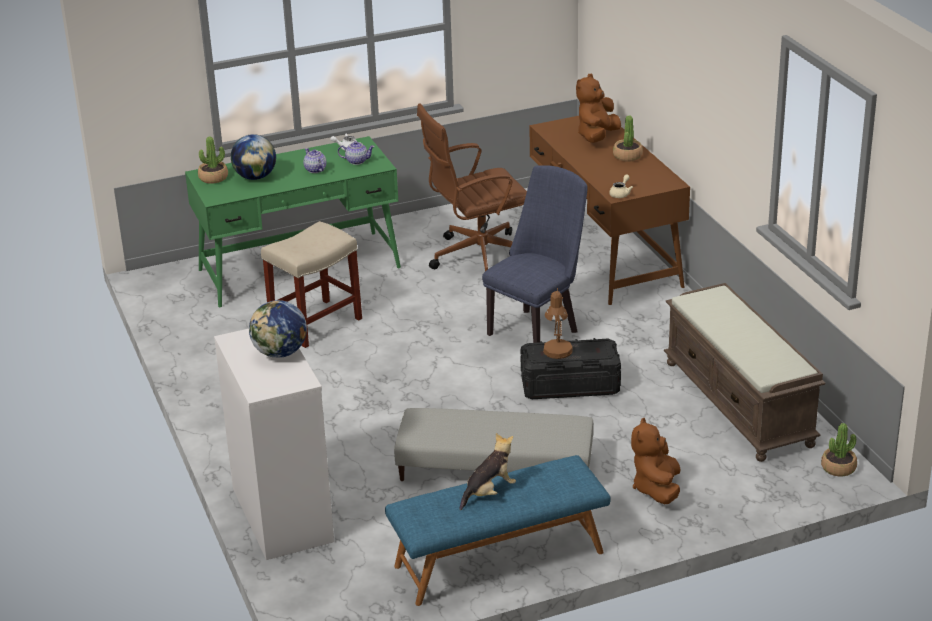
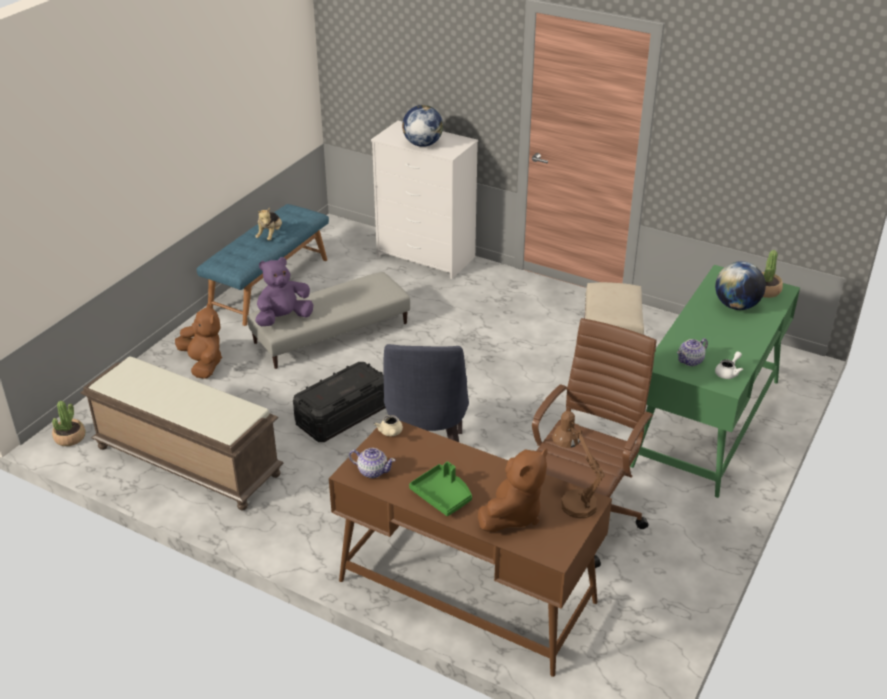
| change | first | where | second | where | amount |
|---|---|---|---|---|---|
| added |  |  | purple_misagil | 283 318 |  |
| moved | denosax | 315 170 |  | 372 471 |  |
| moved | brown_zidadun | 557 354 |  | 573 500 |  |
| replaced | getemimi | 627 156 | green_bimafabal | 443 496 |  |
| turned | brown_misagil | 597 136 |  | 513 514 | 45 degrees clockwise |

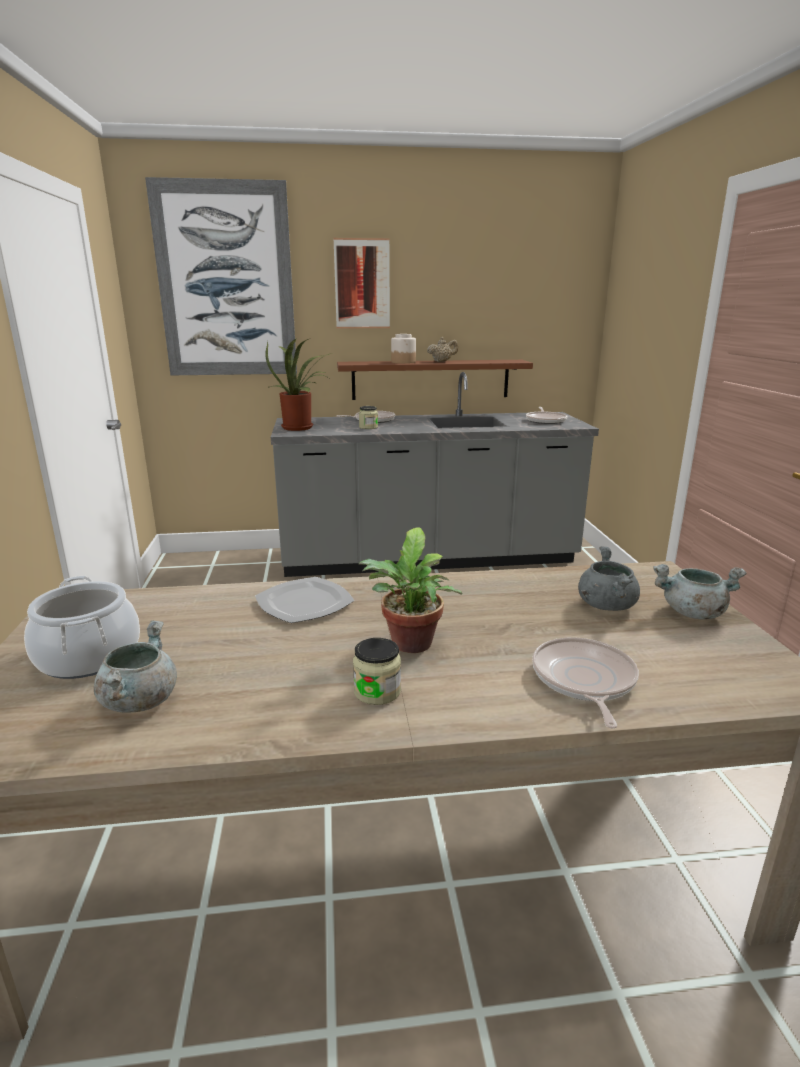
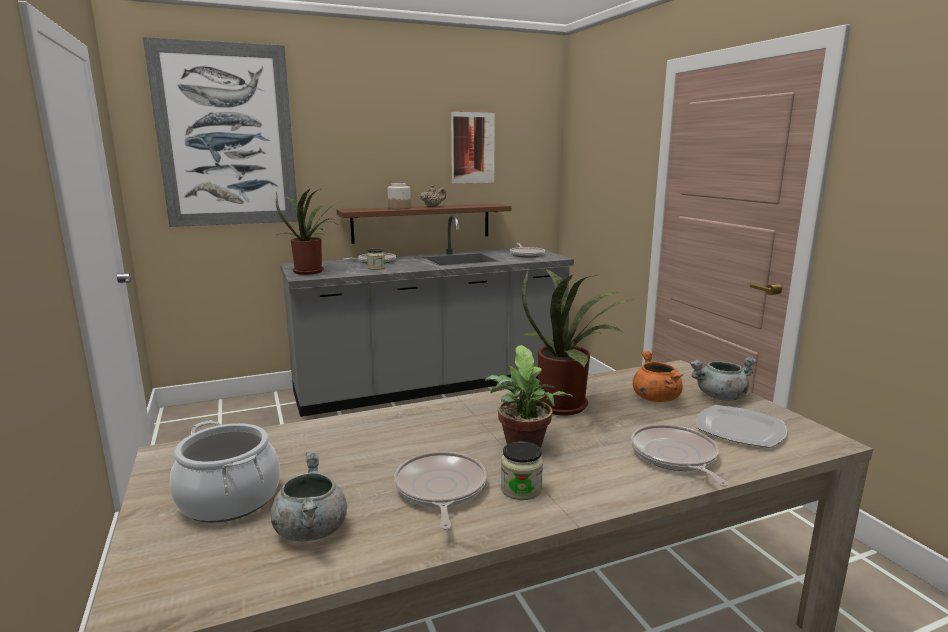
| change | first | where | second | where | amount |
|---|---|---|---|---|---|
| added |  |  | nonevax | 440 490 |  |
| added |  |  | getemimi | 567 405 |  |
| moved | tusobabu | 304 602 |  | 739 429 |  |
| moved | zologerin | 362 284 |  | 472 148 |  |
| recoloured | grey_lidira | 606 605 | orange_lidira | 655 398 |  |

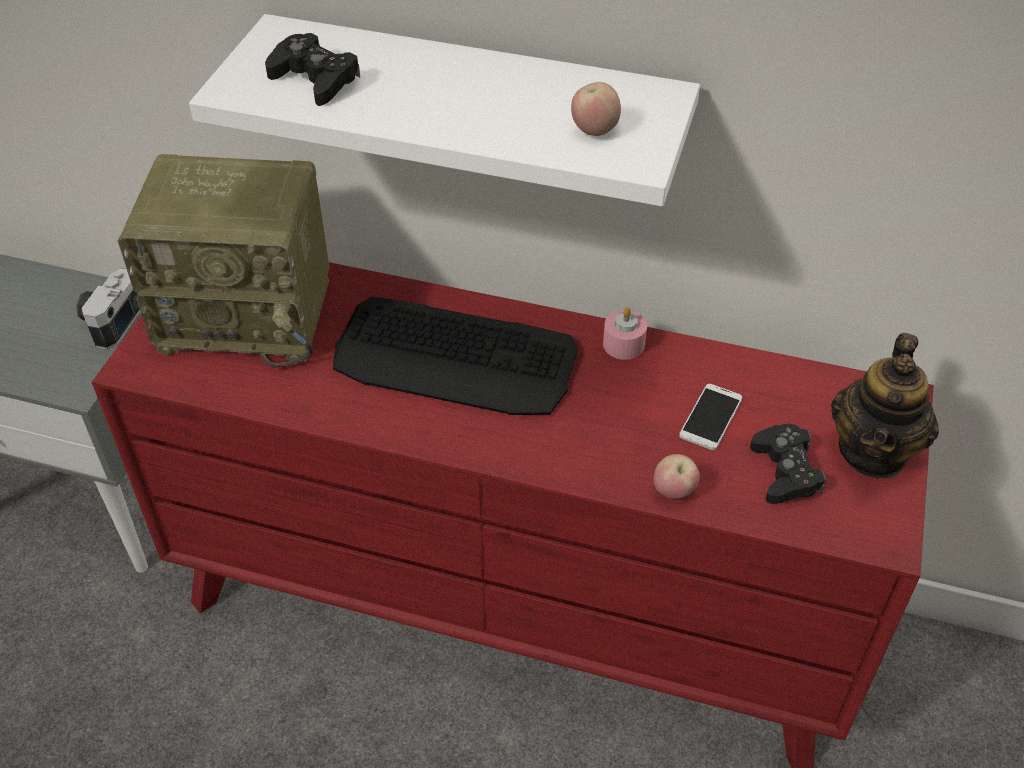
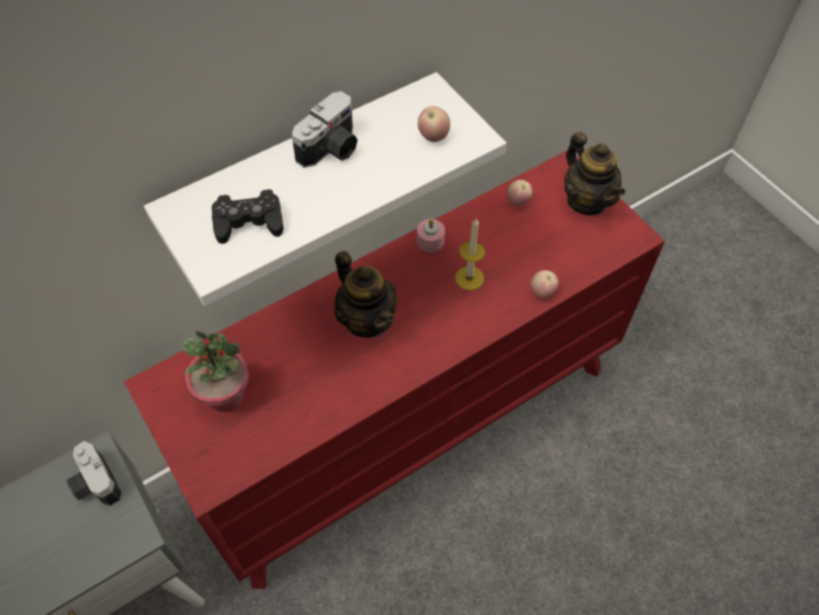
| change | first | where | second | where | amount |
|---|---|---|---|---|---|
| removed | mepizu | 710 417 |  |  |  |
| removed | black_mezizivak | 785 471 |  |  |  |
| added |  |  | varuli | 332 149 |  |
| added |  |  | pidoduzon | 469 278 |  |
| added |  |  | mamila | 518 201 |  |
| replaced | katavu | 249 313 | getemimi | 226 396 |  |
| replaced | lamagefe | 455 359 | denosax | 367 319 |  |

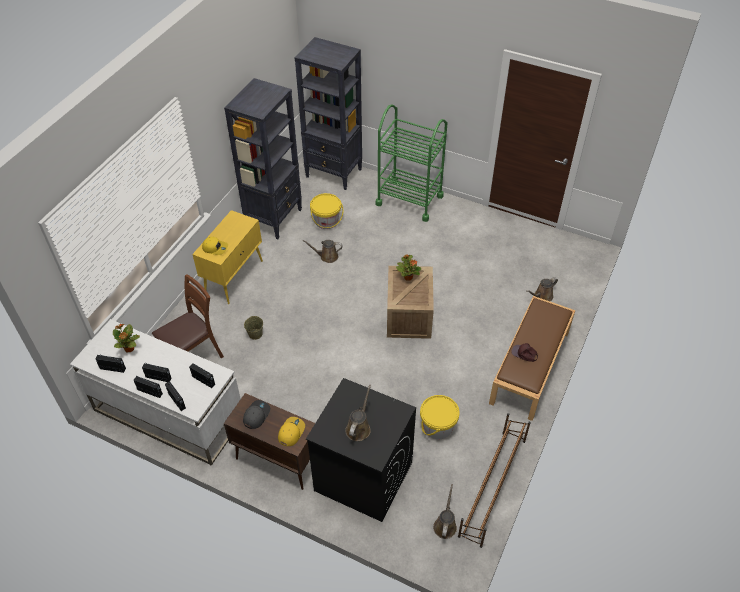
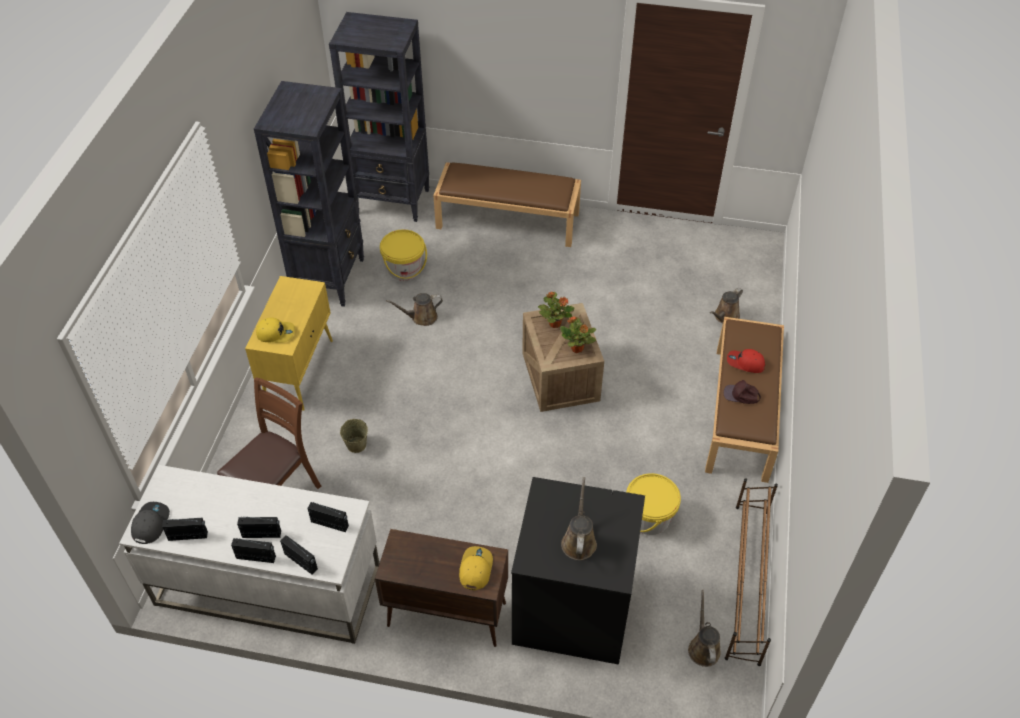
| change | first | where | second | where | amount |
|---|---|---|---|---|---|
| added |  |  | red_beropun | 745 363 |  |
| moved | getemimi | 129 349 |  | 577 349 |  |
| moved | grey_beropun | 256 415 |  | 150 524 |  |
| replaced | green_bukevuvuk | 409 200 | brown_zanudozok | 508 220 |  |

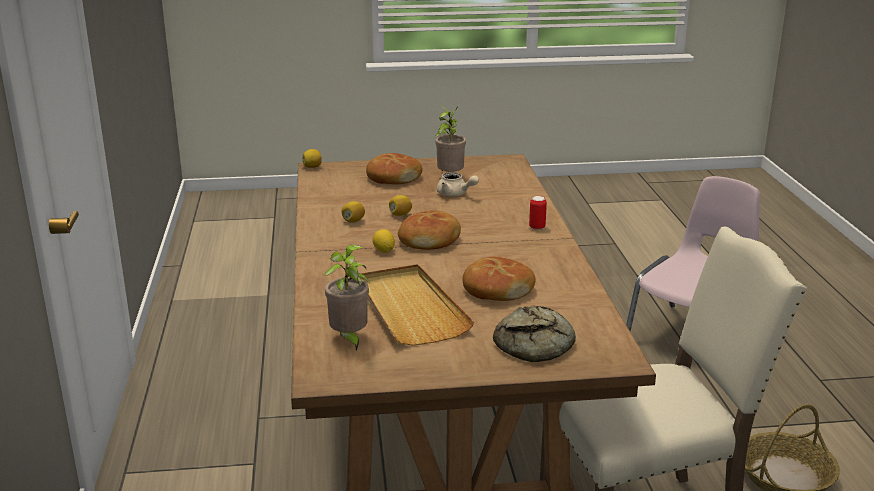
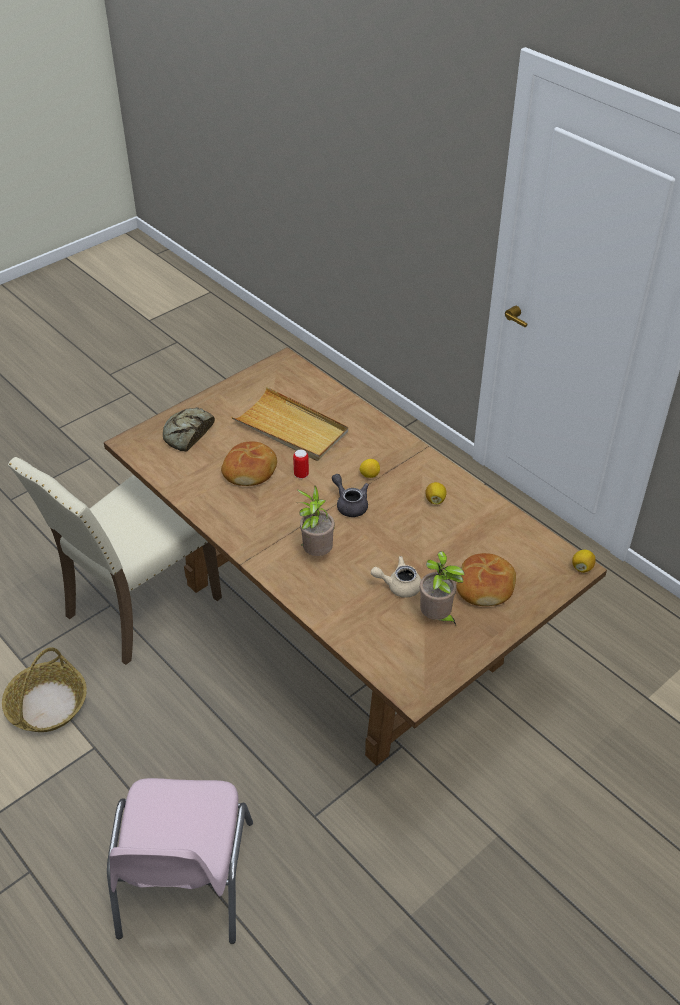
| change | first | where | second | where | amount |
|---|---|---|---|---|---|
| removed | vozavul | 400 214 |  |  |  |
| moved | getemimi | 349 339 |  | 316 553 |  |
| moved | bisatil | 537 227 |  | 301 474 |  |
| replaced | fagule | 430 240 | grey_denosax | 350 504 |  |

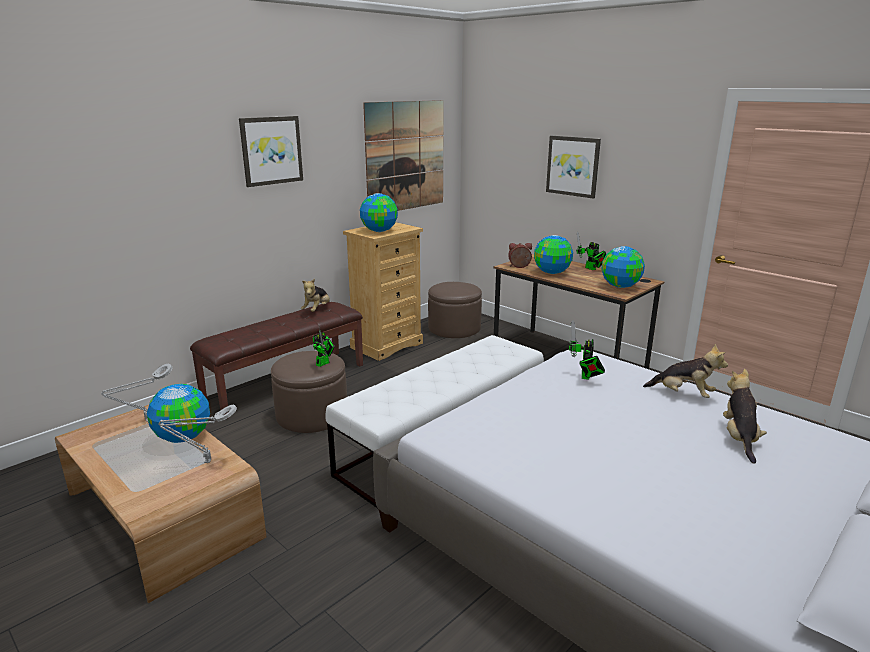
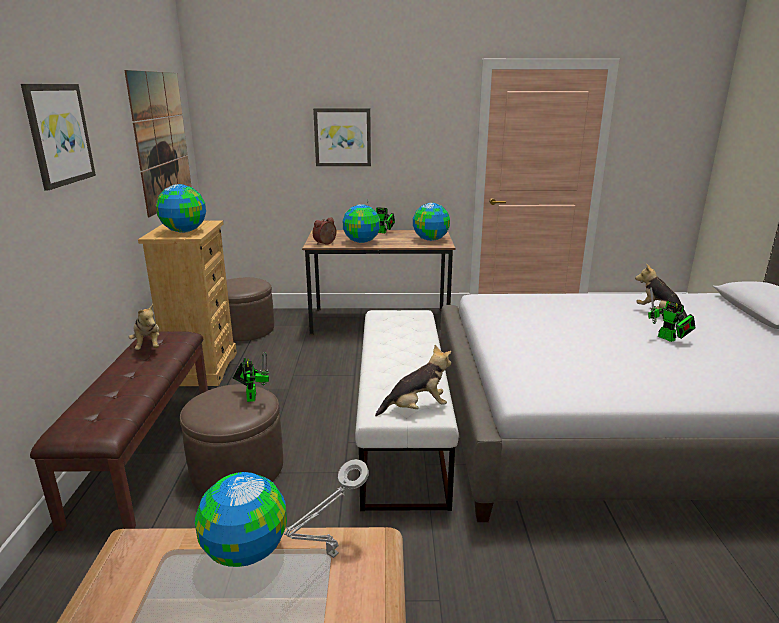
| change | first | where | second | where | amount |
|---|---|---|---|---|---|
| removed | grey_zidadun | 146 421 |  |  |  |
| moved | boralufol | 585 377 |  | 669 339 |  |
| moved | misagil | 683 394 |  | 416 408 |  |

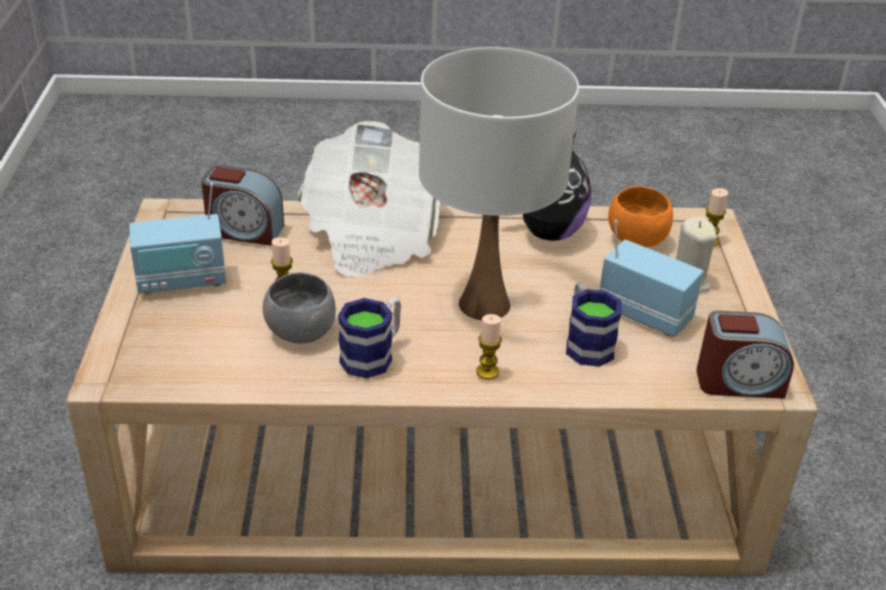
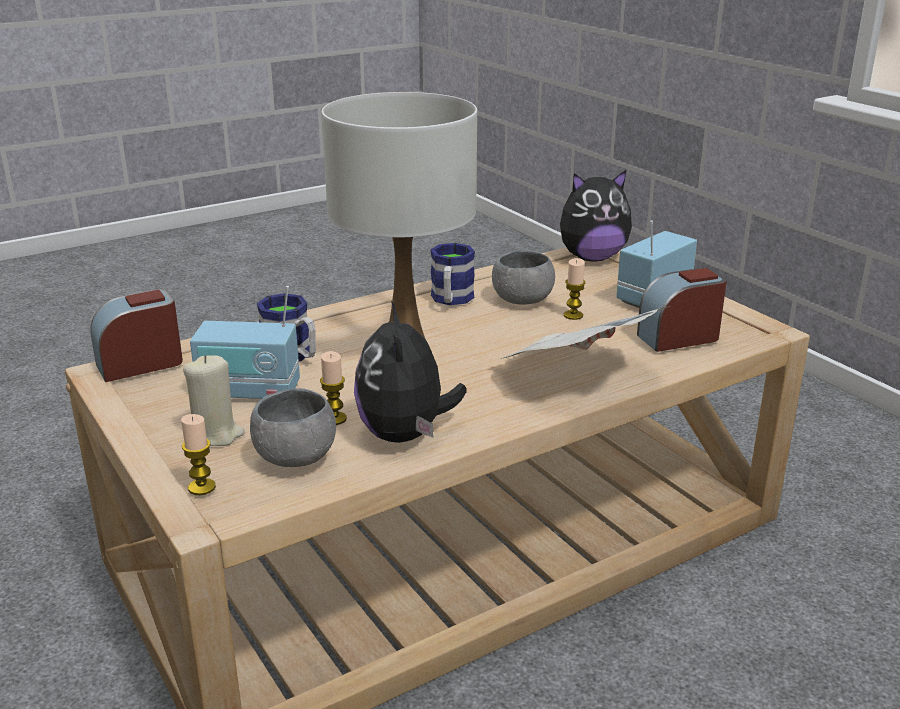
| change | first | where | second | where | amount |
|---|---|---|---|---|---|
| added |  |  | misagil | 591 257 |  |
| moved | pidoduzon | 487 372 |  | 334 419 |  |
| recoloured | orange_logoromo | 636 239 | grey_logoromo | 295 457 |  |

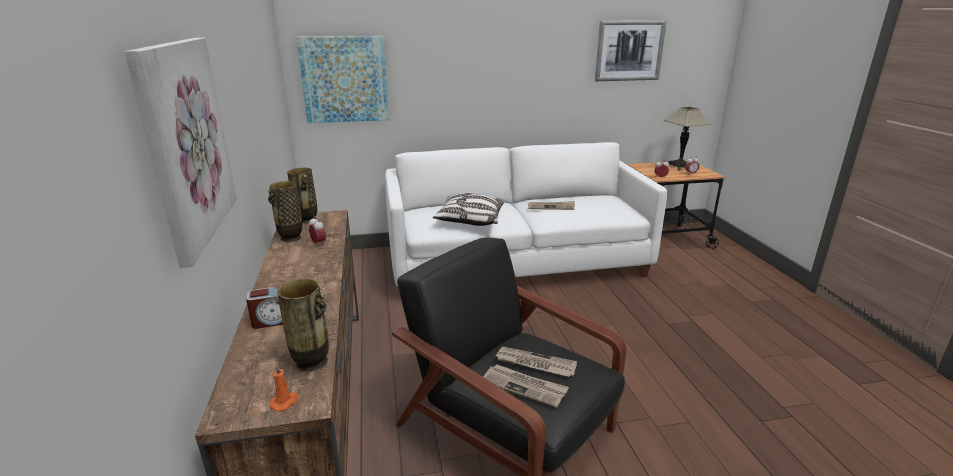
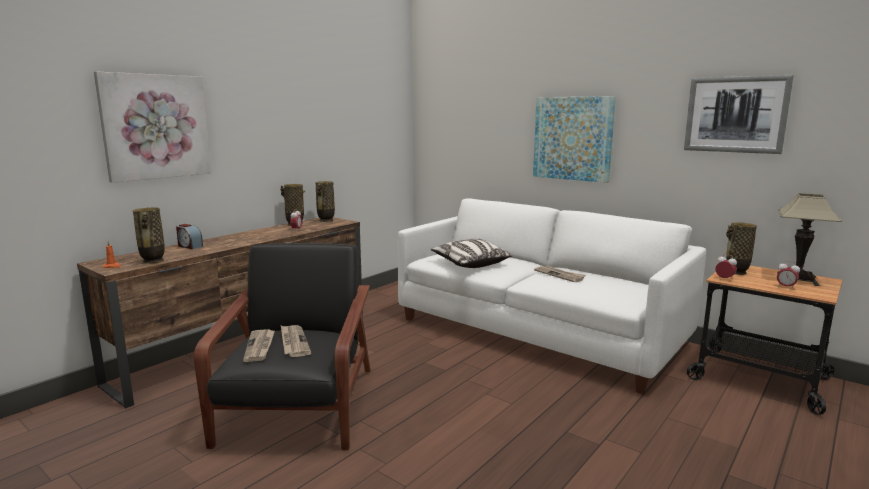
| change | first | where | second | where | amount |
|---|---|---|---|---|---|
| added |  |  | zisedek | 736 272 |  |
| moved | zologerin | 344 79 |  | 573 138 |  |

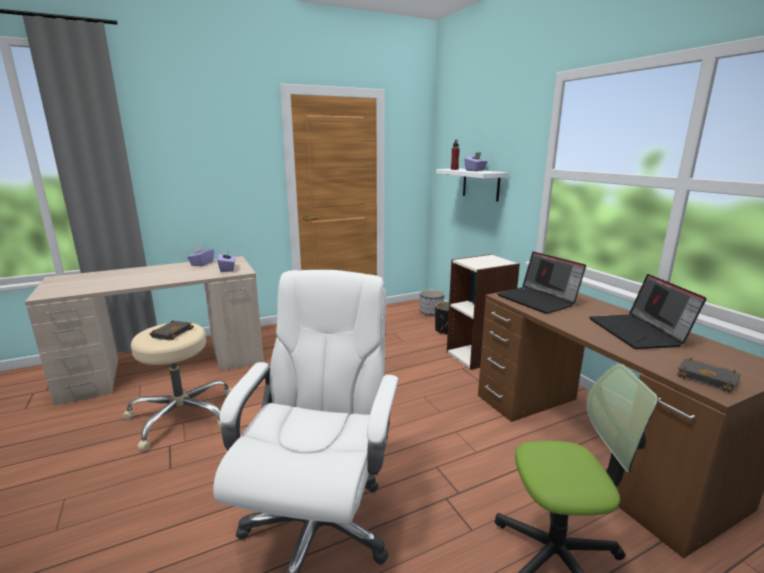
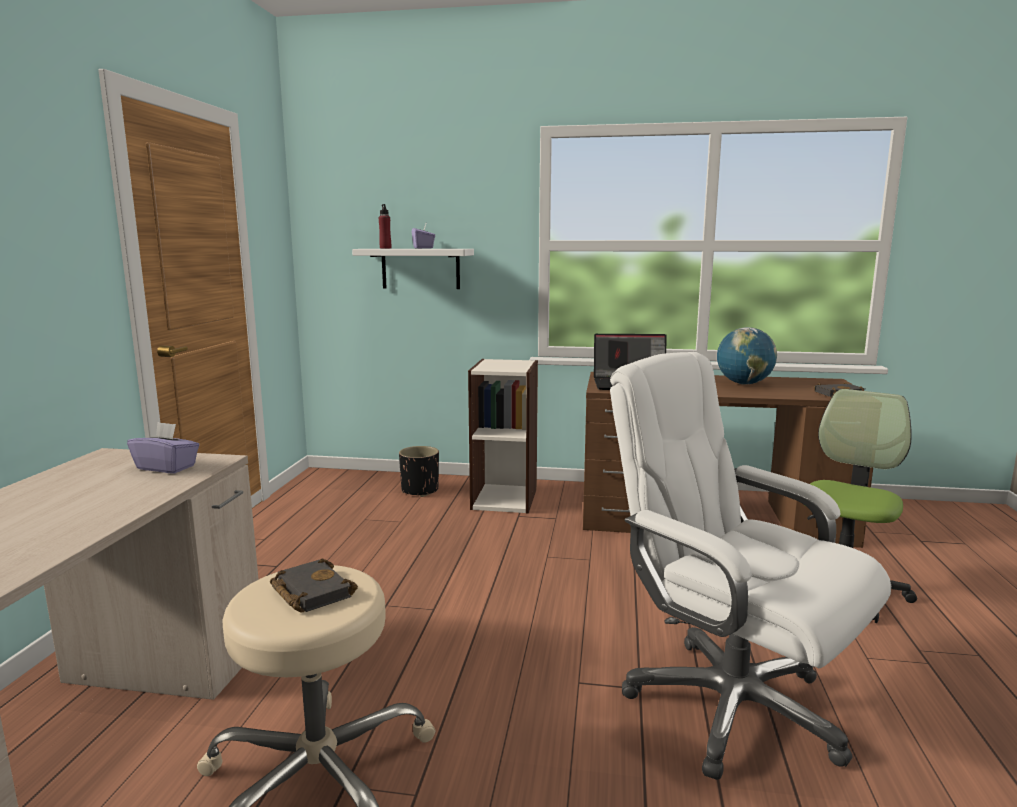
| change | first | where | second | where | amount |
|---|---|---|---|---|---|
| removed | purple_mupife | 202 263 |  |  |  |
| removed | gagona | 431 312 |  |  |  |
| replaced | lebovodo | 639 332 | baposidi | 744 384 |  |

